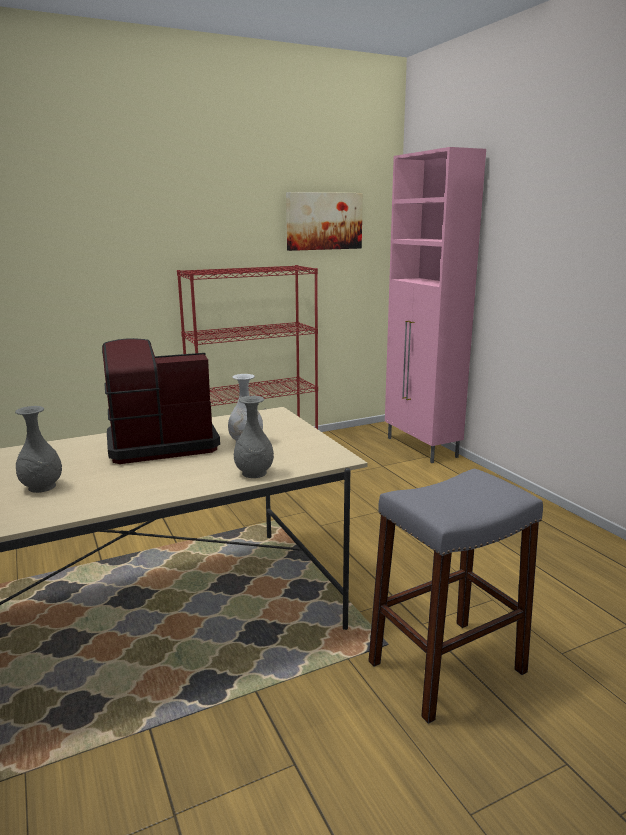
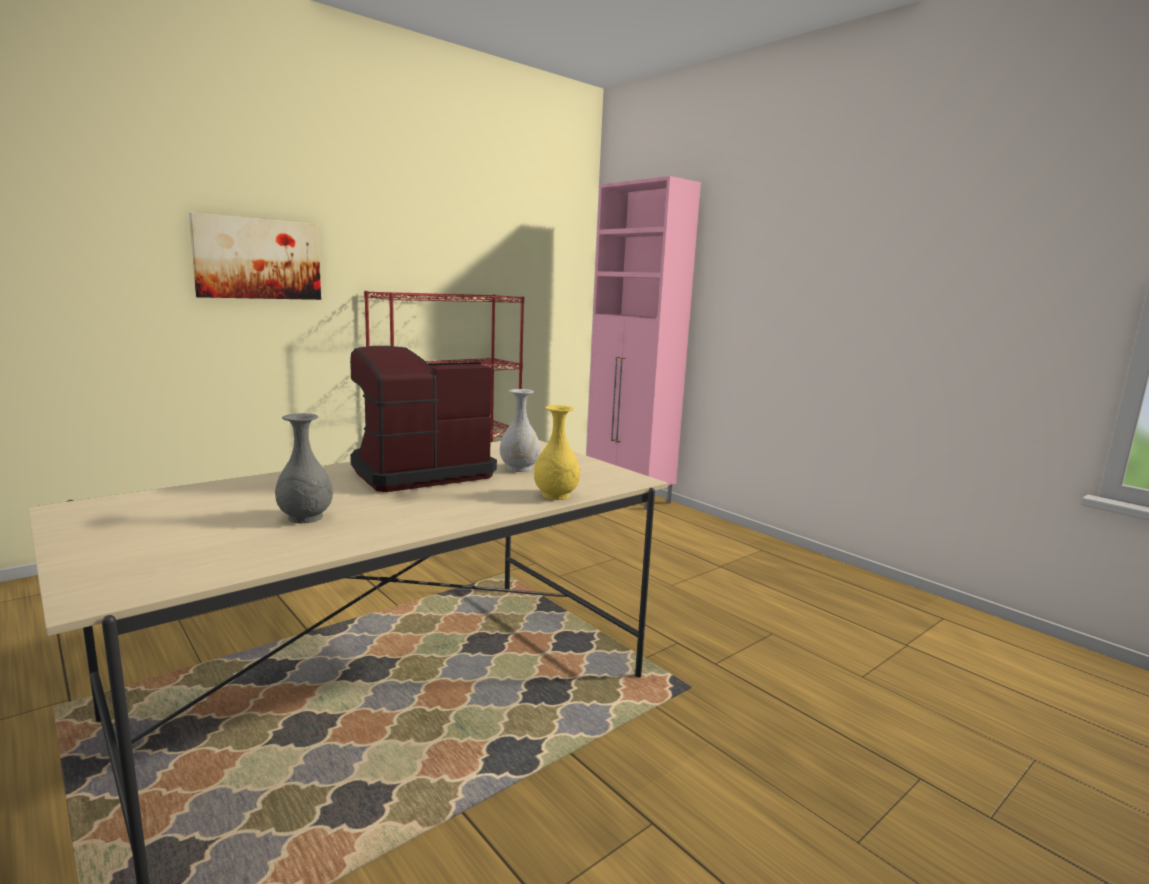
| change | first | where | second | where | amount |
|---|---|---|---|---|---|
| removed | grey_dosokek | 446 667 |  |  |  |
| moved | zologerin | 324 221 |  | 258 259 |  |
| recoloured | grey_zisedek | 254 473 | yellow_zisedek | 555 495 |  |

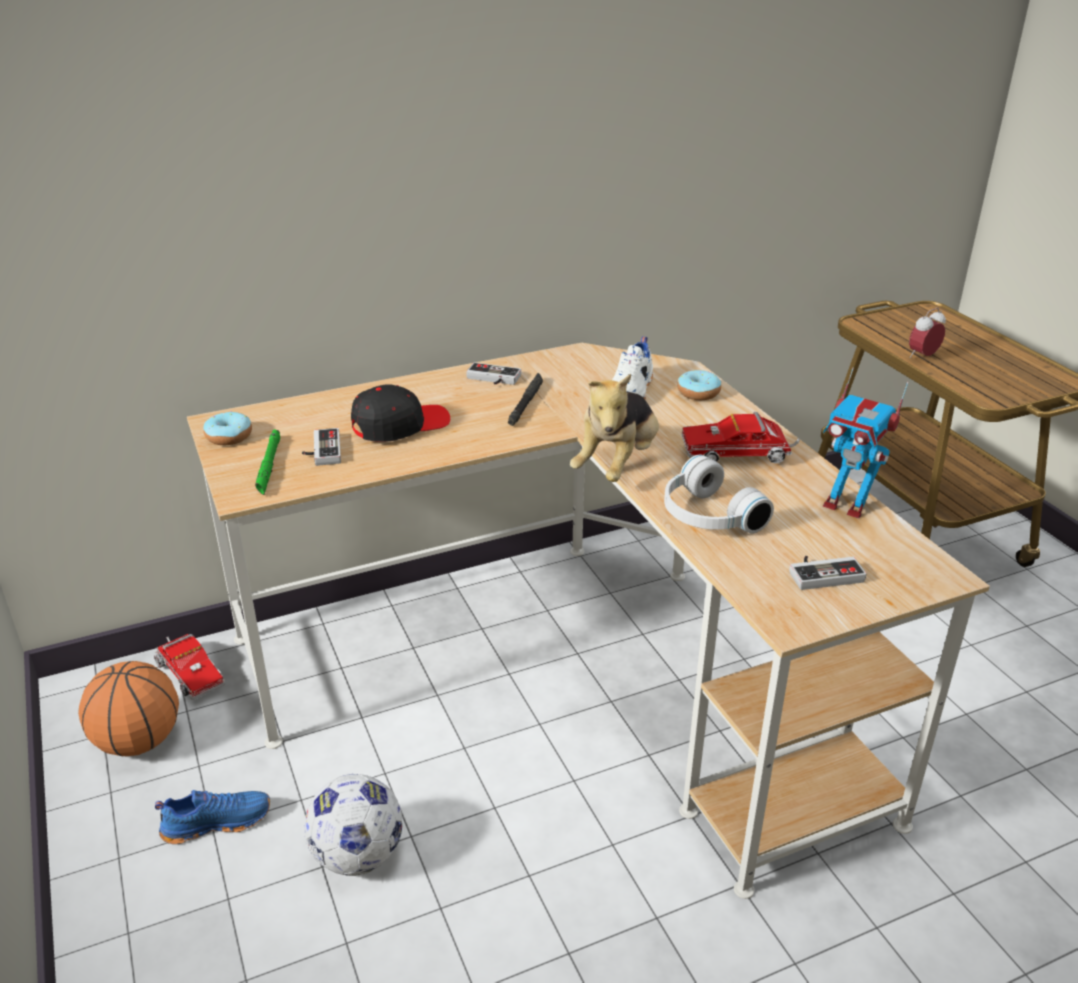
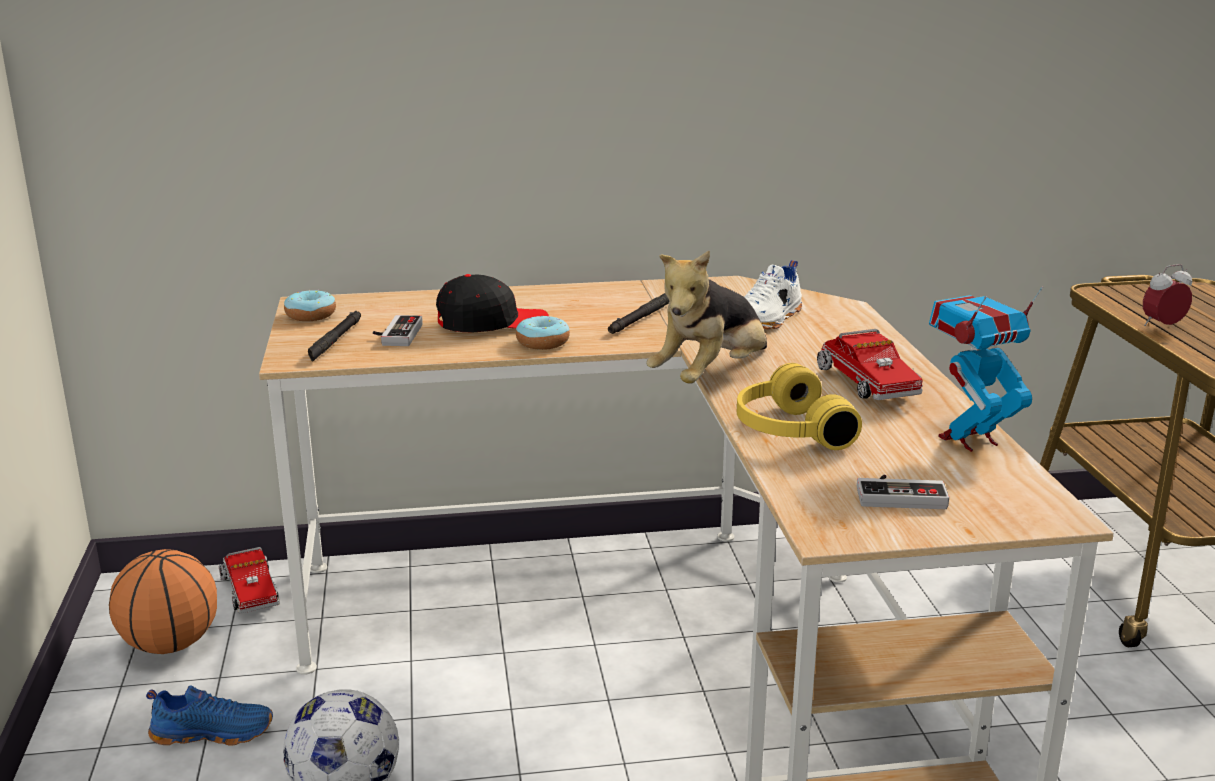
| change | first | where | second | where | amount |
|---|---|---|---|---|---|
| removed | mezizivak | 492 379 |  |  |  |
| moved | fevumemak | 698 393 |  | 542 343 |  |
| recoloured | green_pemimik | 269 465 | black_pemimik | 335 341 |  |
| recoloured | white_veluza | 706 516 | yellow_veluza | 787 430 |  |
| turned | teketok | 740 455 |  | 863 384 | 120 degrees counterclockwise |
| turned | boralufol | 846 505 |  | 969 440 | 105 degrees clockwise |

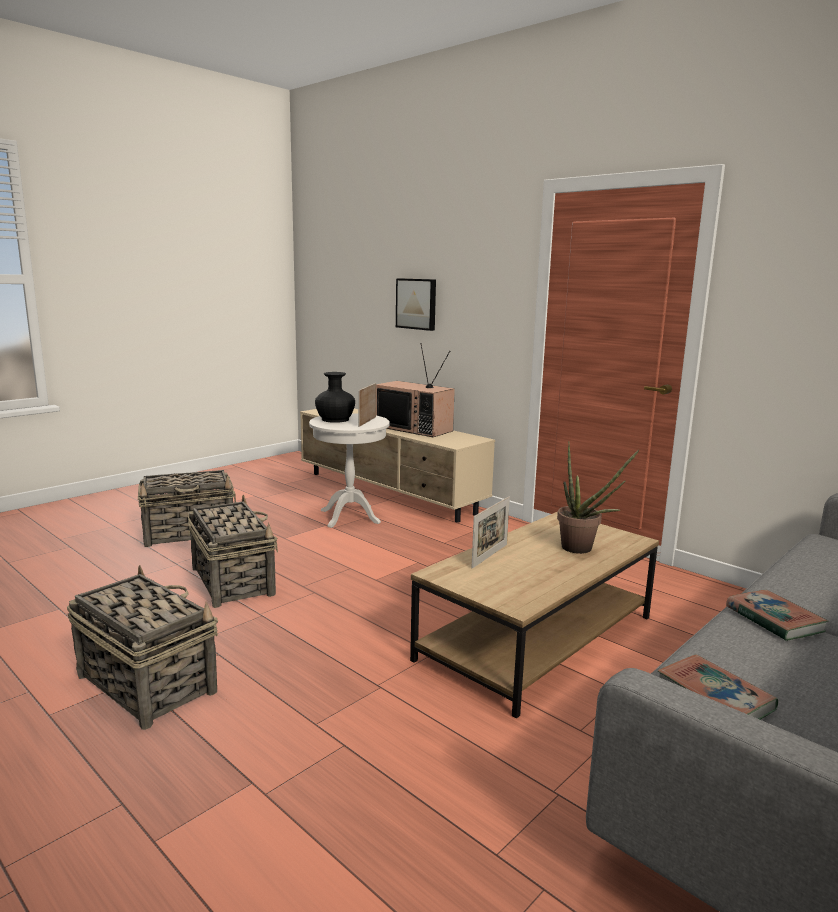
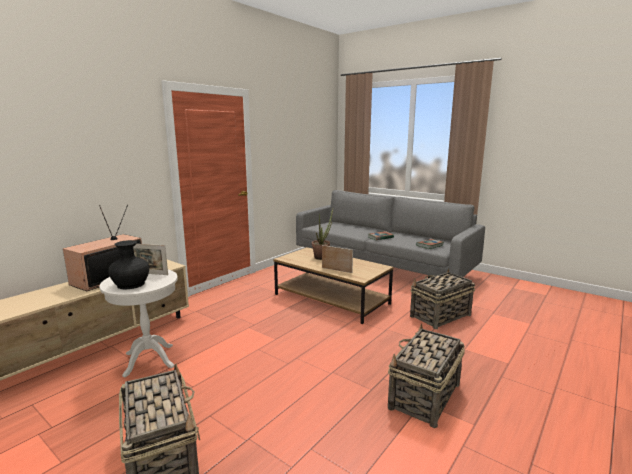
| change | first | where | second | where | amount |
|---|---|---|---|---|---|
| removed | zologerin | 417 304 |  |  |  |
| moved | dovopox | 232 581 |  | 439 316 |  |

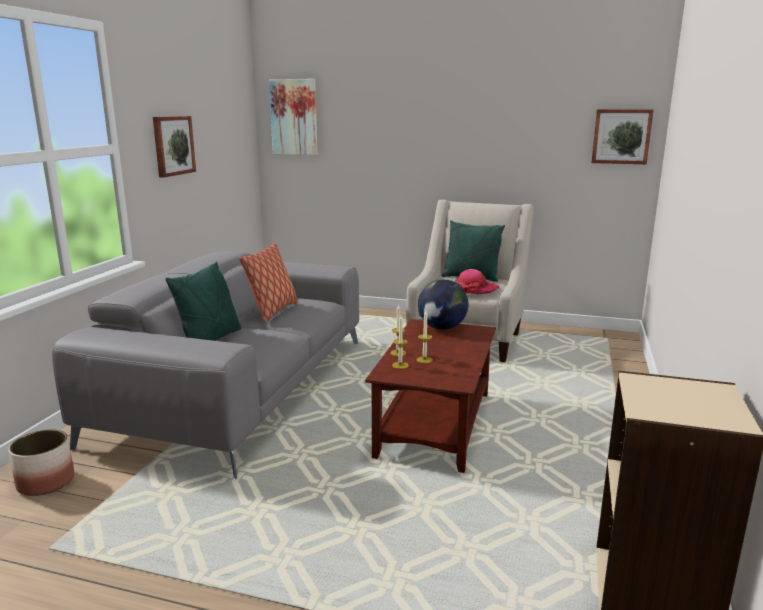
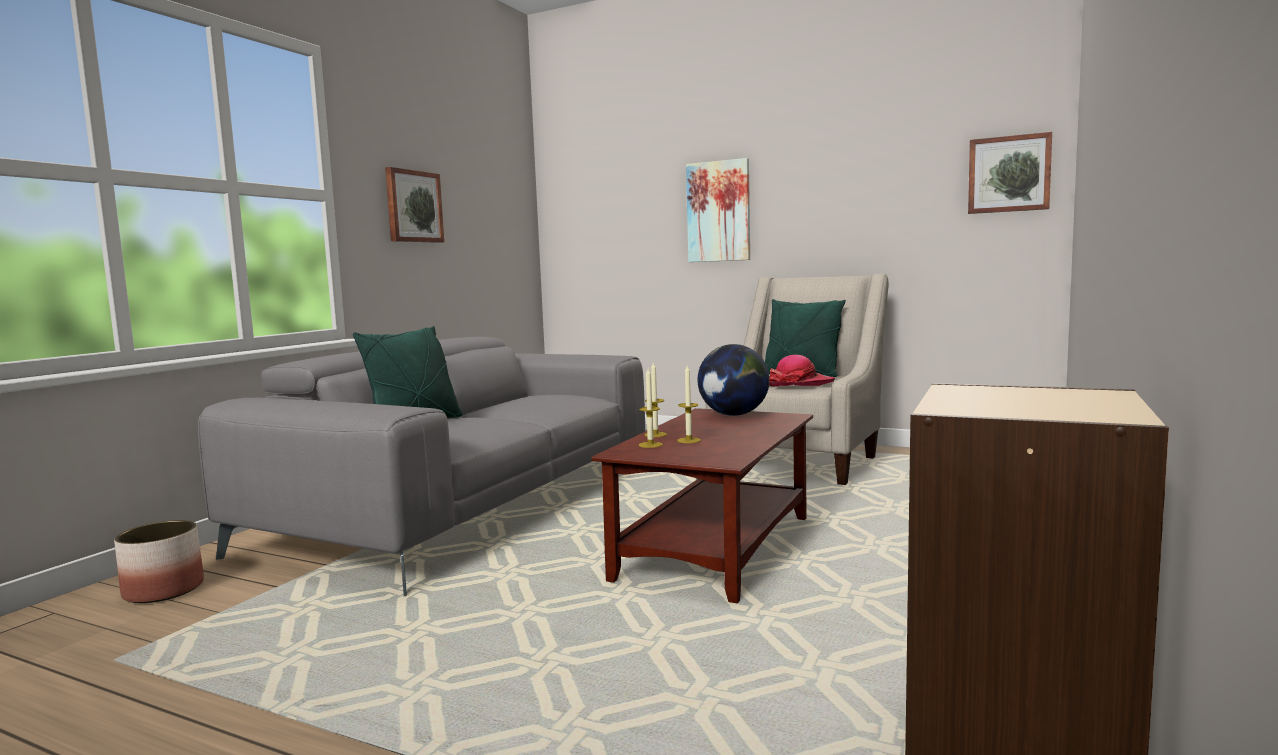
| change | first | where | second | where | amount |
|---|---|---|---|---|---|
| removed | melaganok | 273 311 |  |  |  |
| moved | zologerin | 294 117 |  | 718 211 |  |

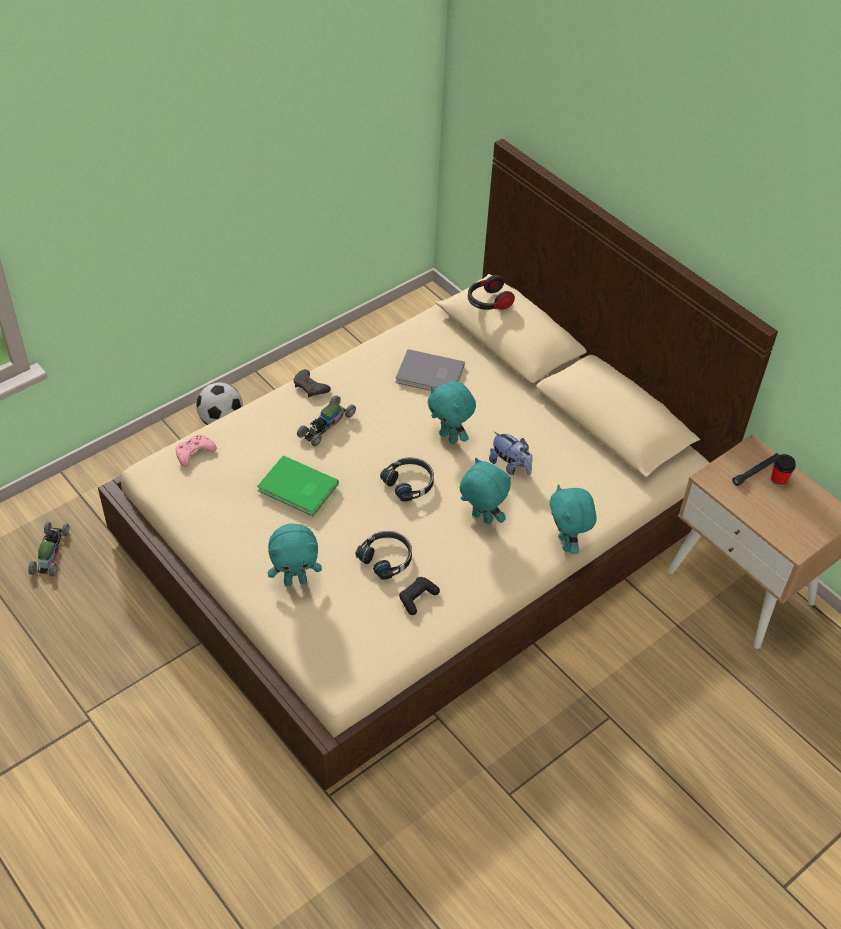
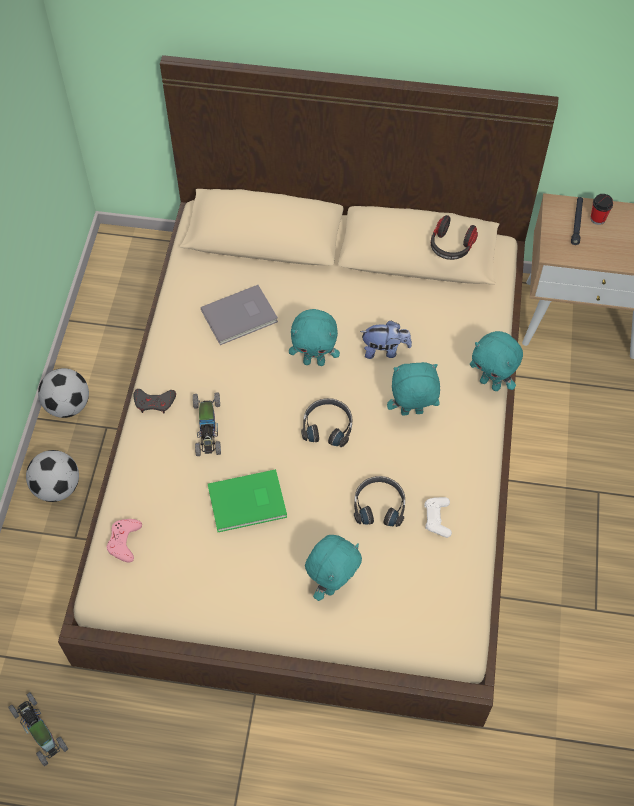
| change | first | where | second | where | amount |
|---|---|---|---|---|---|
| added |  |  | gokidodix | 68 405 |  |
| moved | veluza | 488 302 |  | 451 247 |  |
| recoloured | black_mezizivak | 417 598 | white_mezizivak | 437 519 |  |

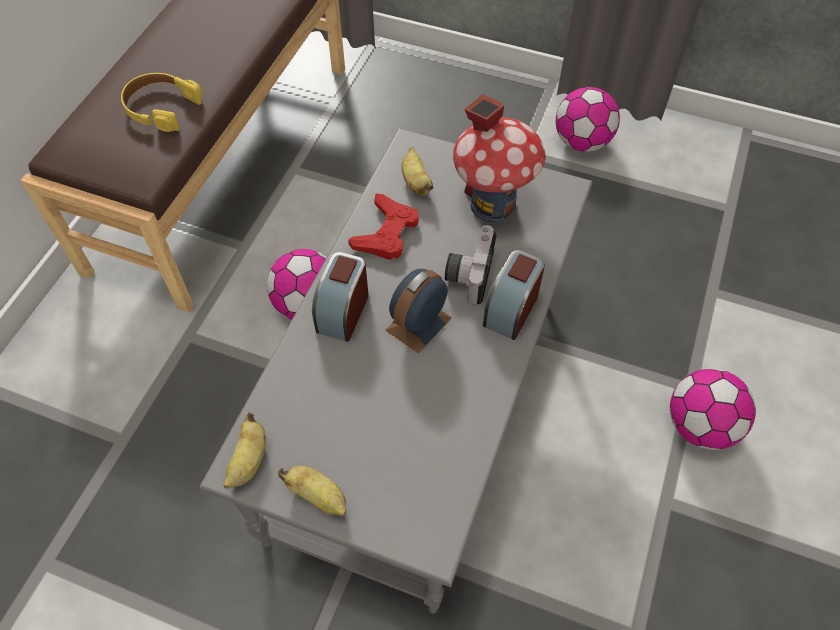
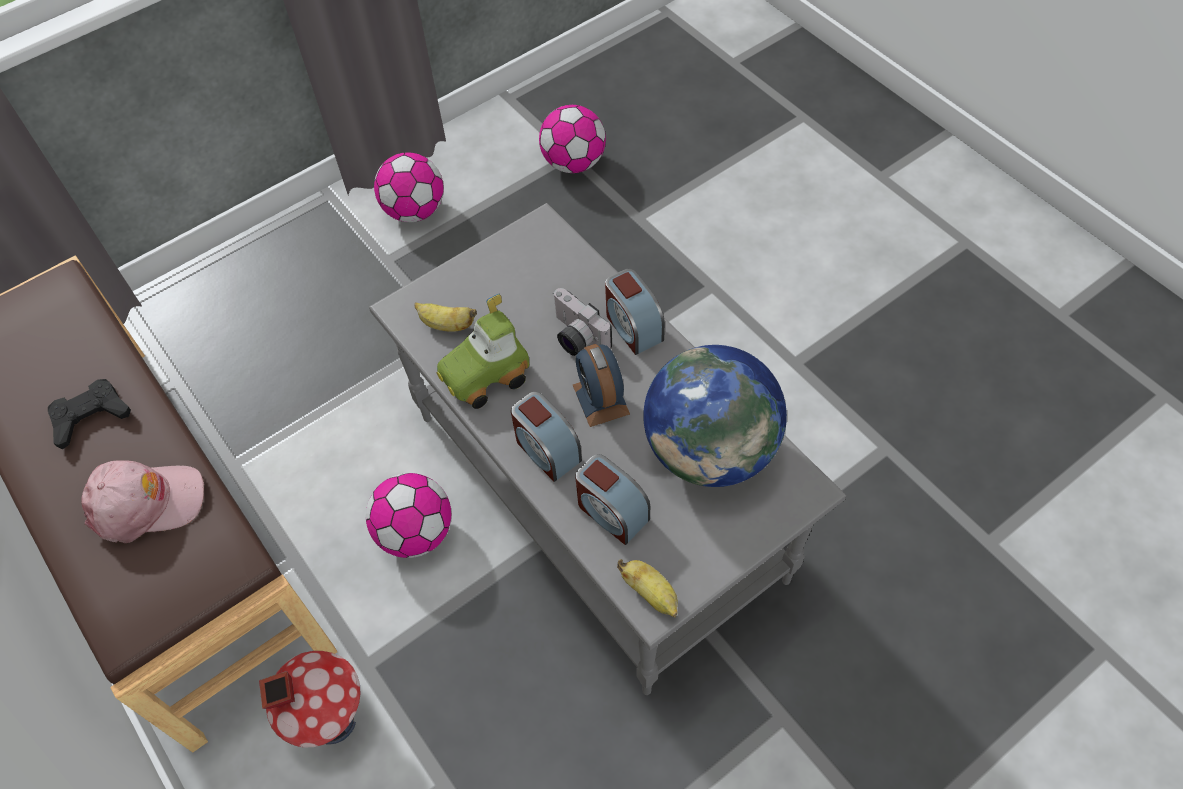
| change | first | where | second | where | amount |
|---|---|---|---|---|---|
| removed | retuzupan | 319 496 |  |  |  |
| added |  |  | black_mezizivak | 90 416 |  |
| added |  |  | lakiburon | 611 512 |  |
| added |  |  | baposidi | 710 450 |  |
| moved | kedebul | 493 204 |  | 332 719 |  |
| moved | gokidodix | 700 425 |  | 574 163 |  |
| replaced | yellow_veluza | 161 107 | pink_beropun | 146 503 |  |
| replaced | red_mezizivak | 386 233 | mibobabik | 486 375 |  |

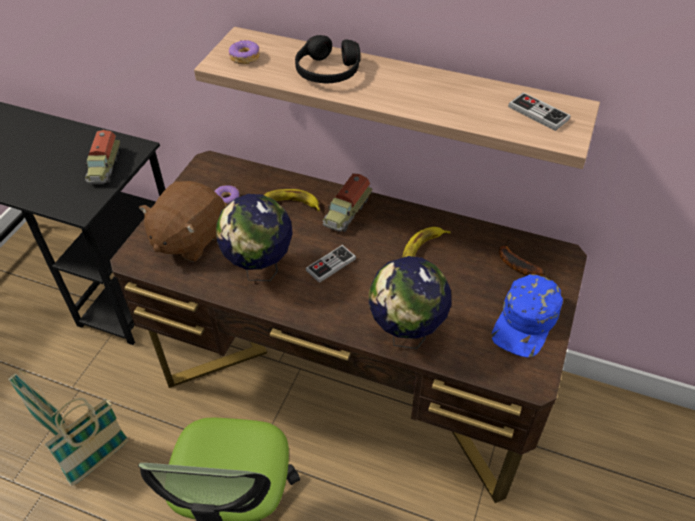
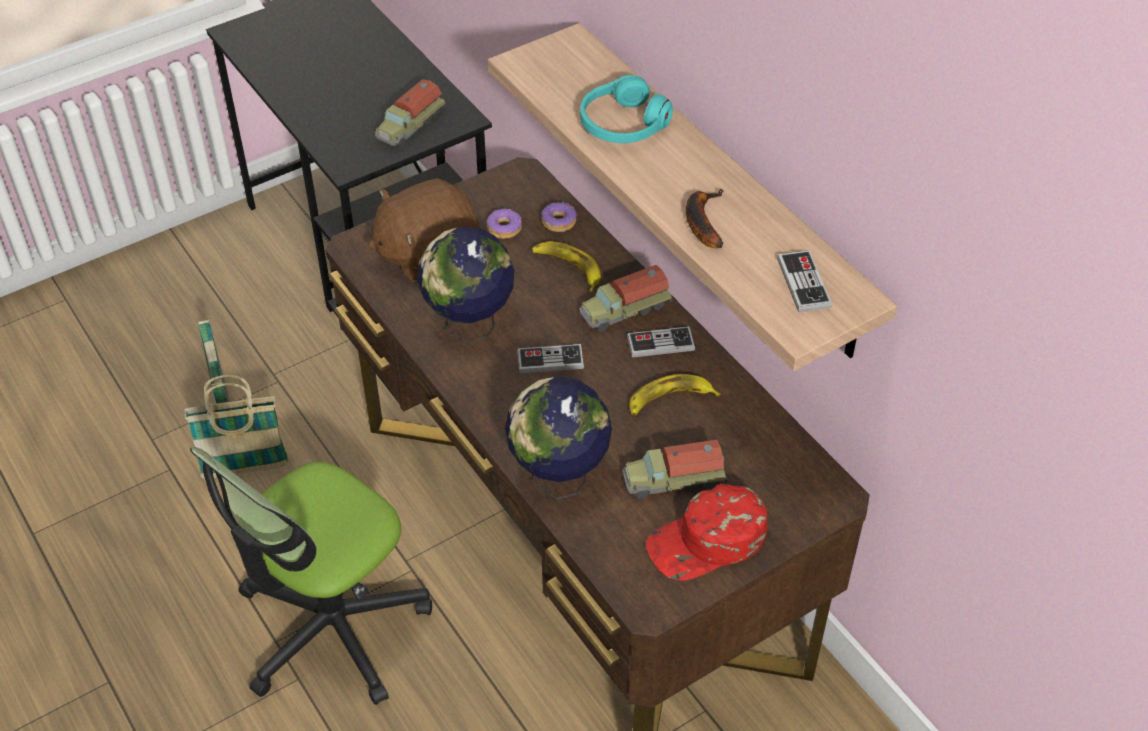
| change | first | where | second | where | amount |
|---|---|---|---|---|---|
| added |  |  | teketok | 673 479 |  |
| added |  |  | mezizivak | 660 344 |  |
| moved | fevumemak | 244 57 |  | 558 222 |  |
| moved | retuzupan | 515 263 |  | 701 221 |  |
| recoloured | black_veluza | 328 71 | turquoise_veluza | 623 124 |  |
| recoloured | blue_beropun | 526 322 | red_beropun | 707 542 |  |

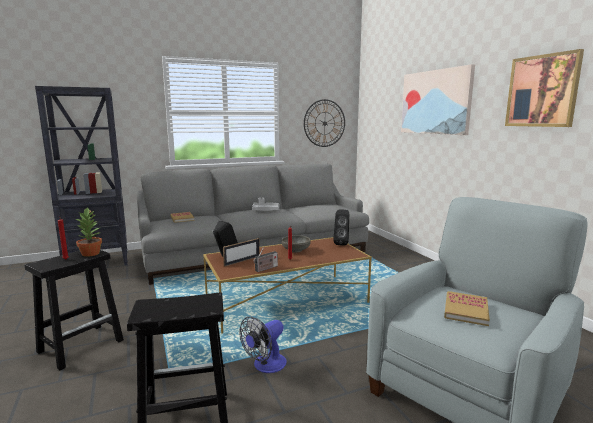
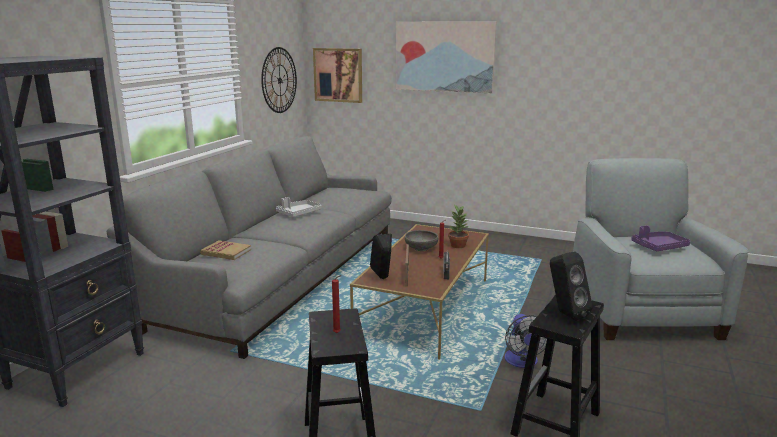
| change | first | where | second | where | amount |
|---|---|---|---|---|---|
| moved | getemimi | 91 253 |  | 458 245 |  |
| moved | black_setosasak | 341 243 |  | 565 314 |  |
| moved | zologerin | 542 91 |  | 338 75 |  |
| replaced | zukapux | 466 310 | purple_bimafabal | 659 247 |  |

